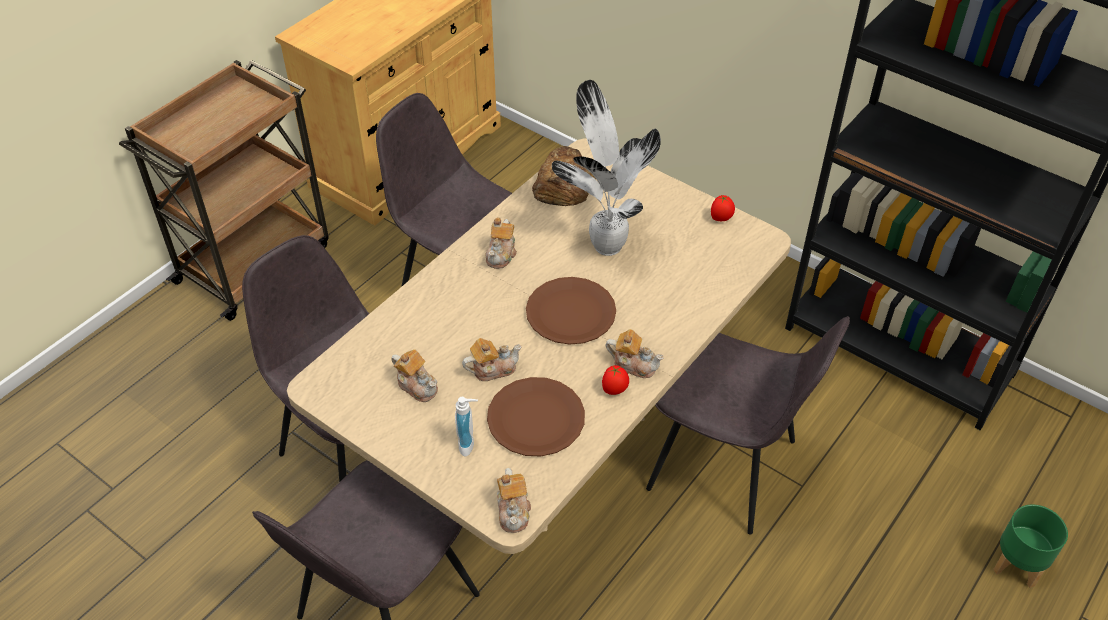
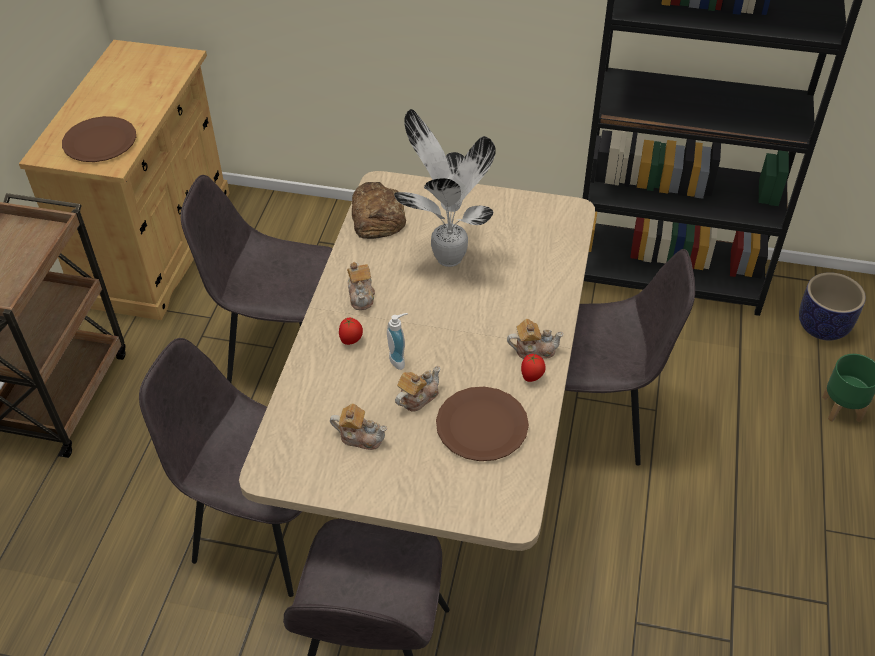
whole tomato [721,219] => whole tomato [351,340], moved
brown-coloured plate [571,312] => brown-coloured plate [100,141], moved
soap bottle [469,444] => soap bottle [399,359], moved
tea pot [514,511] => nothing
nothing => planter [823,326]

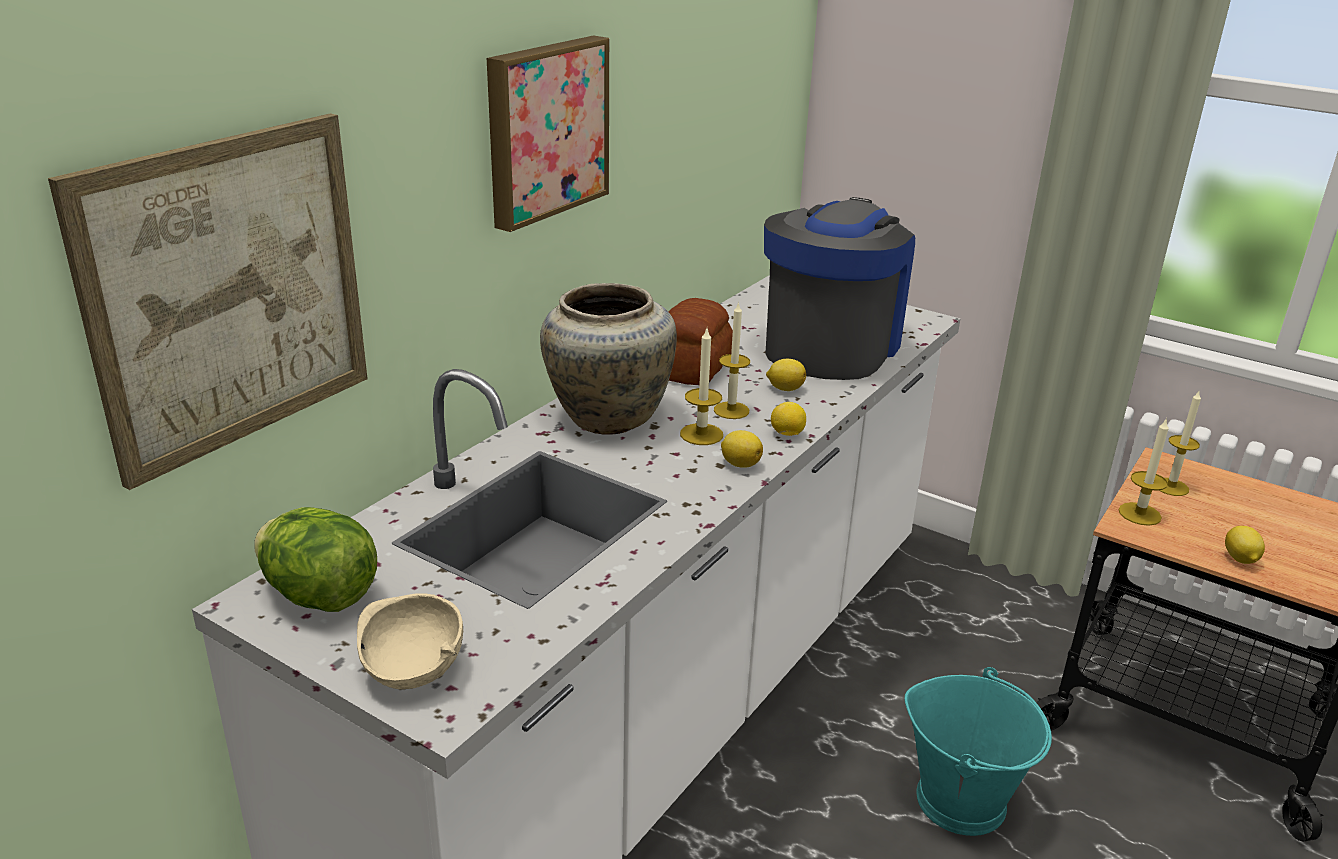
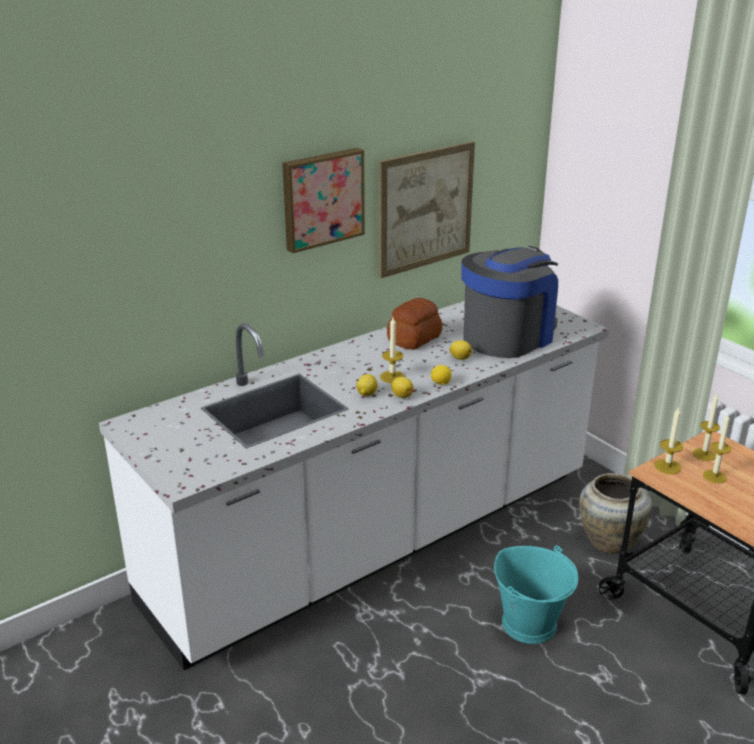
wall art [230,293] => wall art [425,208], moved
sand-coloured flower vase [607,416] => sand-coloured flower vase [609,540], moved
wax candle [731,410] => wax candle [714,476], moved
lettuce [320,596] => nothing
lemon [1240,559] => lemon [366,394], moved
sand-coloured bowl [413,671] => nothing

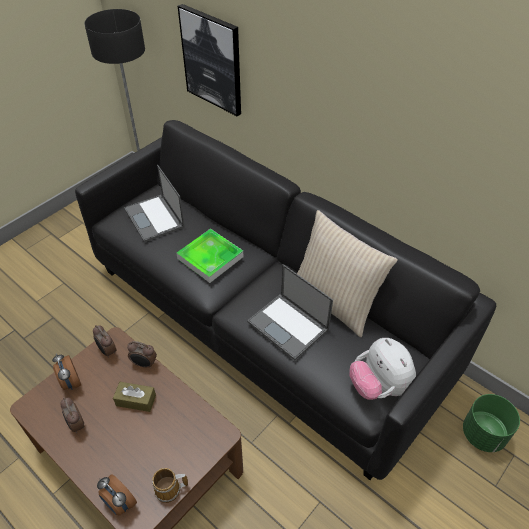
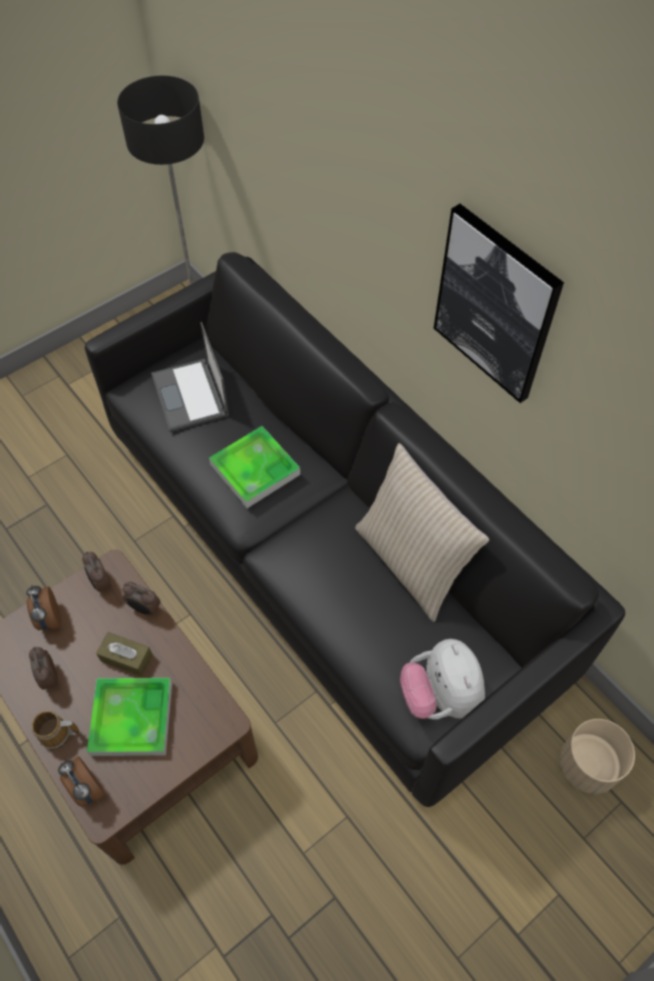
wall art [212,60] => wall art [495,305], moved
portable computer [289,326] => nothing
greenish planter [483,434] => sand-coloured planter [588,765]
mug [169,490] => mug [57,735], moved
nothing => tray [132,718]

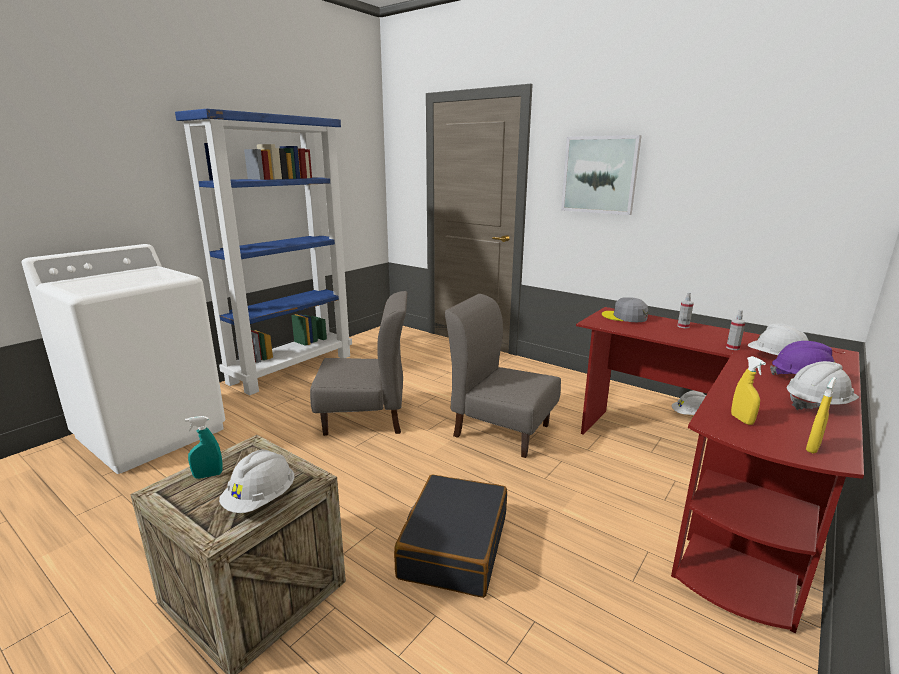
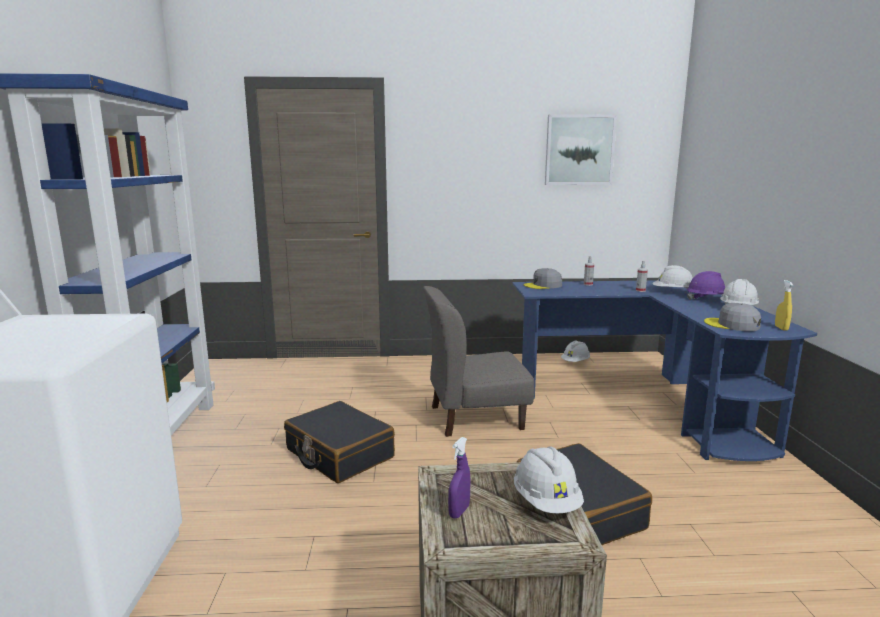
wall art [600,175] => wall art [579,150], moved
grey upright chair [365,418] => black-coloured suitcase [339,454]
reddish desk [708,487] => bluish desk [648,402]
yellow-coloured hand sprayer [742,420] => grey cap [732,325]
turquoise hand sprayer [208,475] => purplish hand sprayer [459,512]

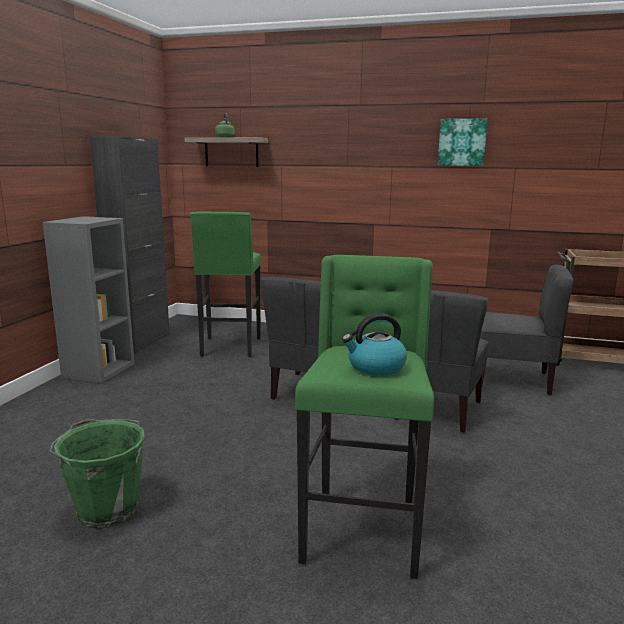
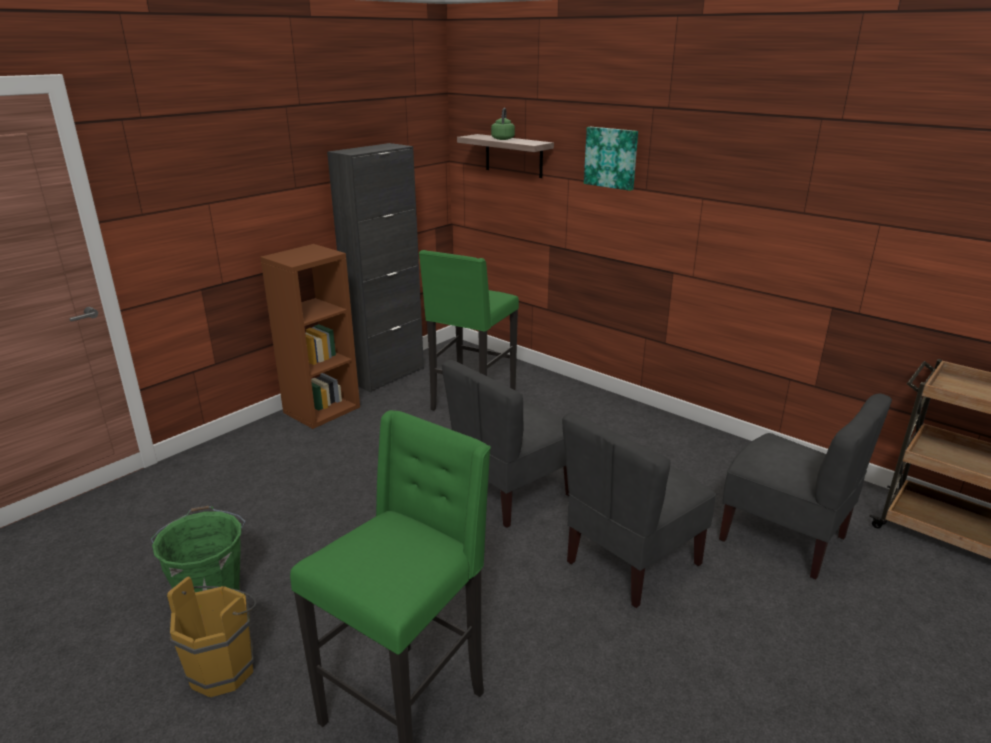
wall art [462,142] => wall art [611,158], moved
grey shelving unit [98,370] => brown-coloured shelving unit [322,409]
kettle [375,367] => nothing
nothing => brown-coloured bucket [226,667]

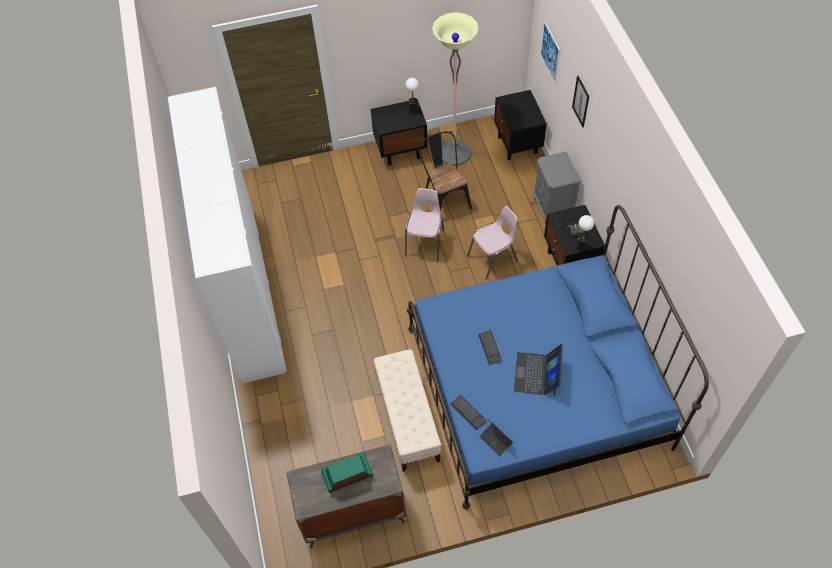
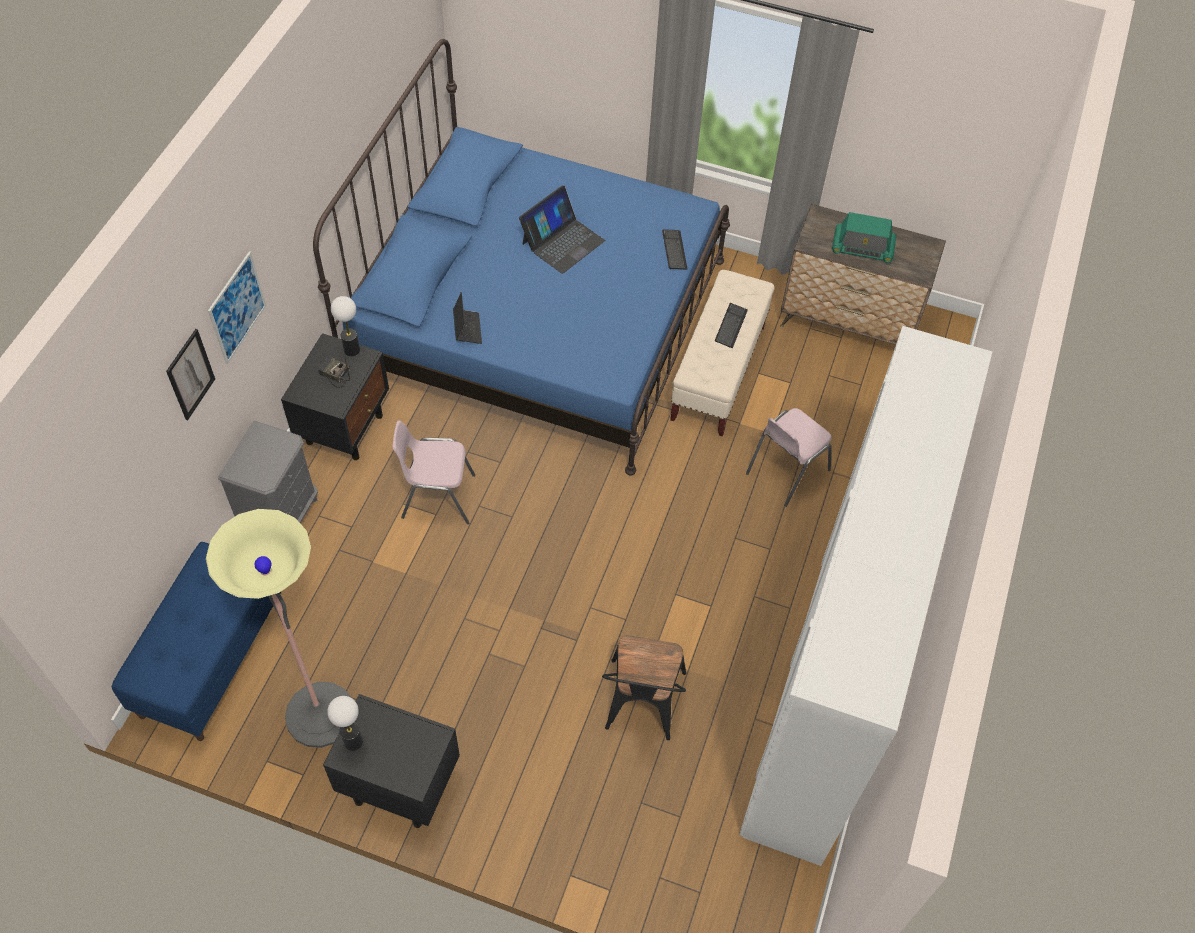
wall art [550,52] => wall art [237,307], moved
black-coloured bedside table [517,145] => bluish bench [210,658]
black-coloured upright chair [444,198] => black-coloured upright chair [641,707], moved
pink-coloured upright chair [425,243] => pink-coloured upright chair [786,471], moved
computer keyboard [490,348] => computer keyboard [731,326], moved
portable computer [496,440] => portable computer [467,329], moved

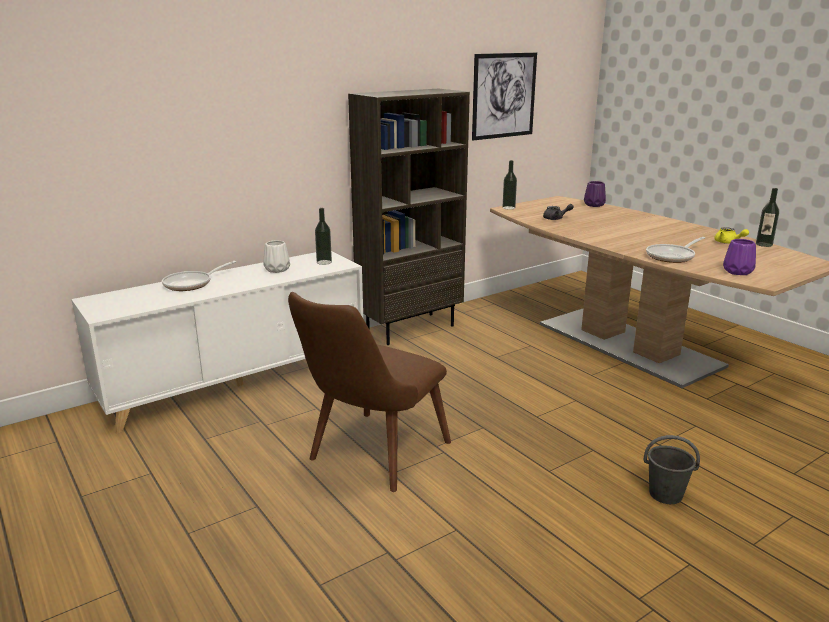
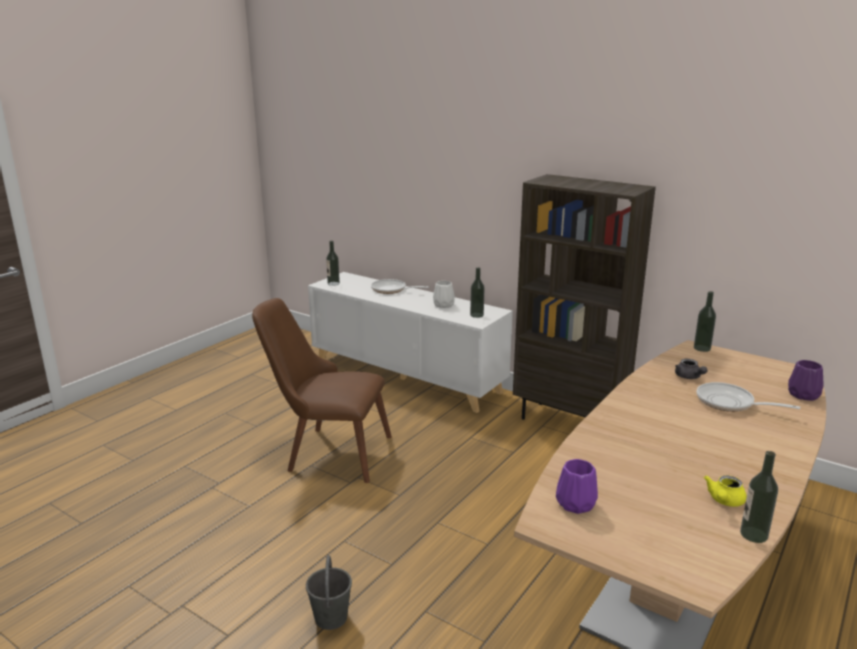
wall art [504,96] => nothing
skillet [672,256] => skillet [730,403], moved
nothing => beverage bottle [333,283]

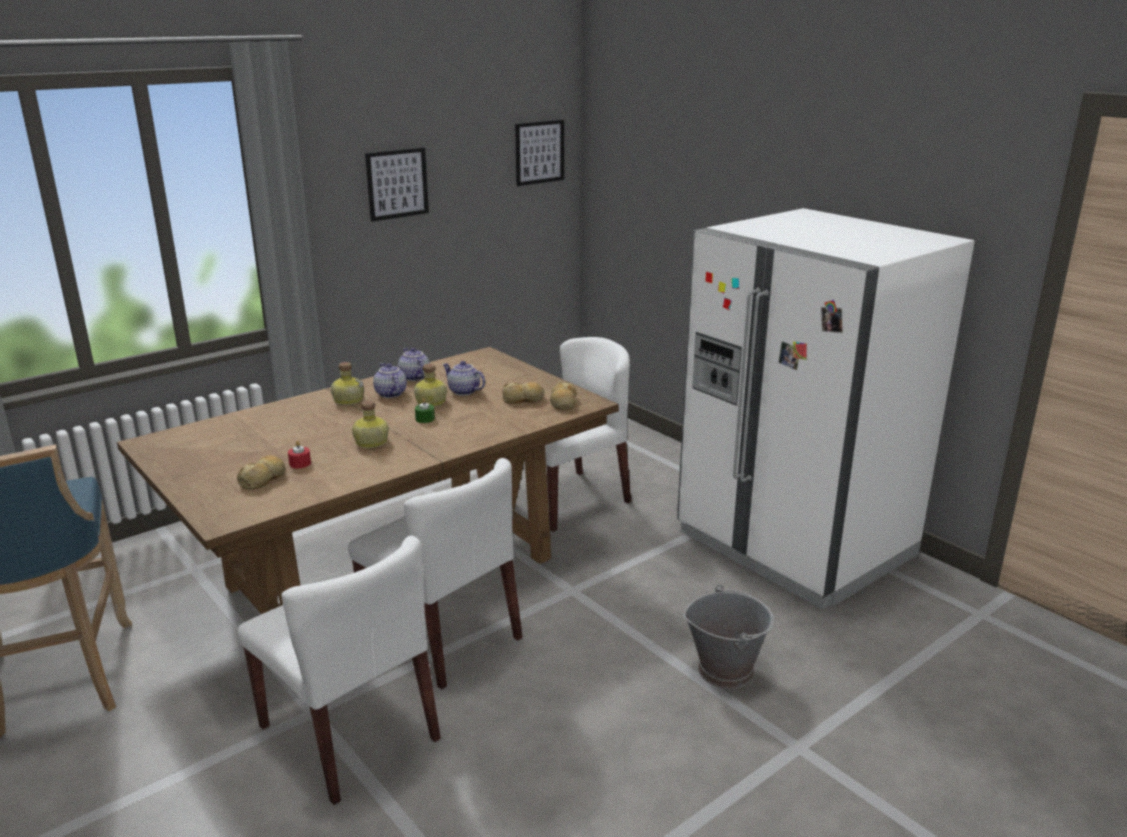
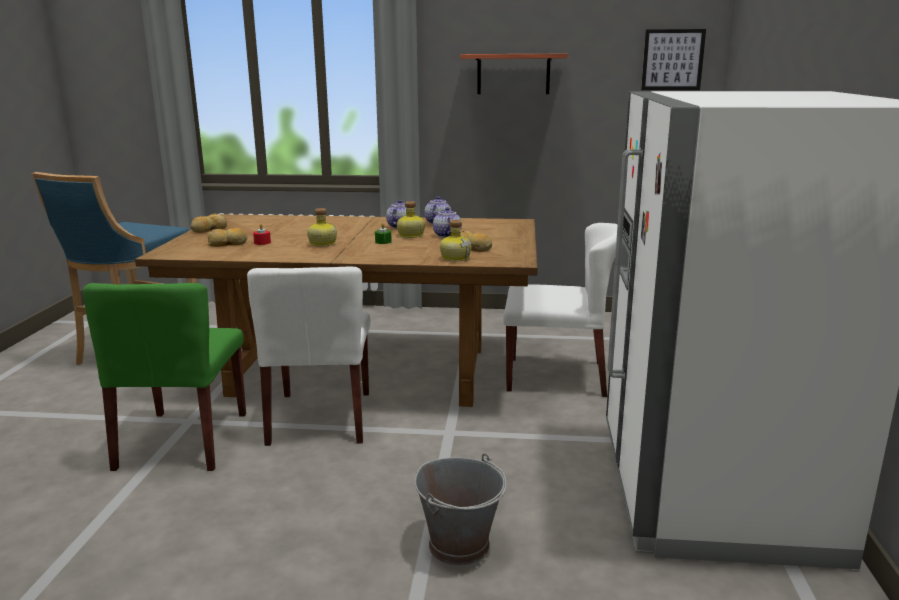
wall art [397,184] => wall shelf [513,74]
beverage bottle [347,400] => beverage bottle [455,258], moved
bread [563,403] => bread [208,229], moved
white-coloured upright chair [350,733] => greenish upright chair [183,441]

